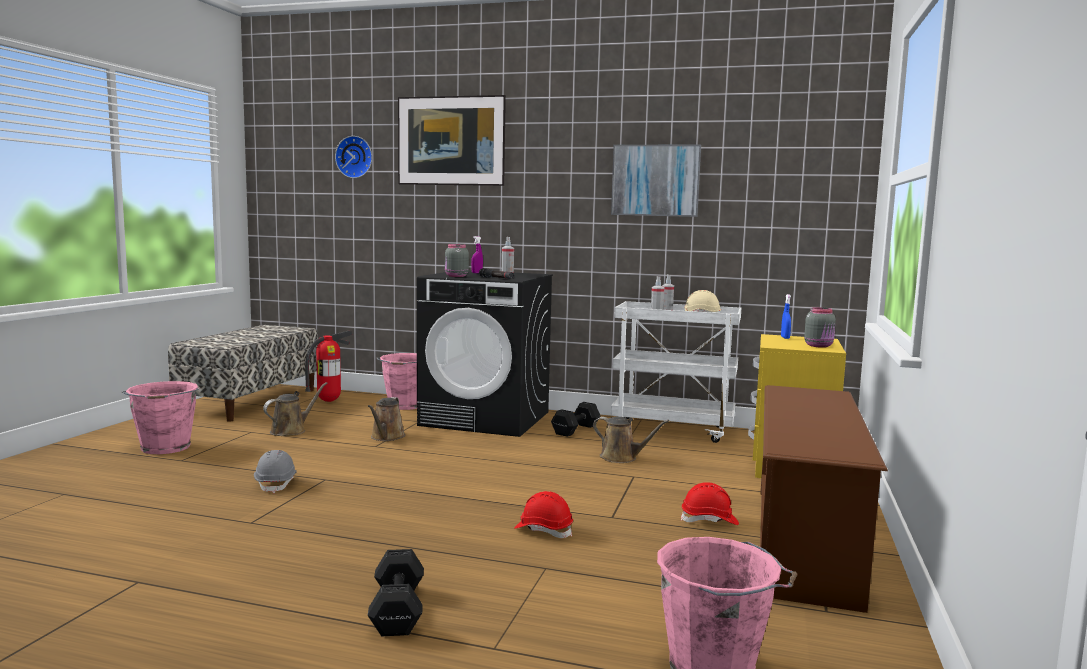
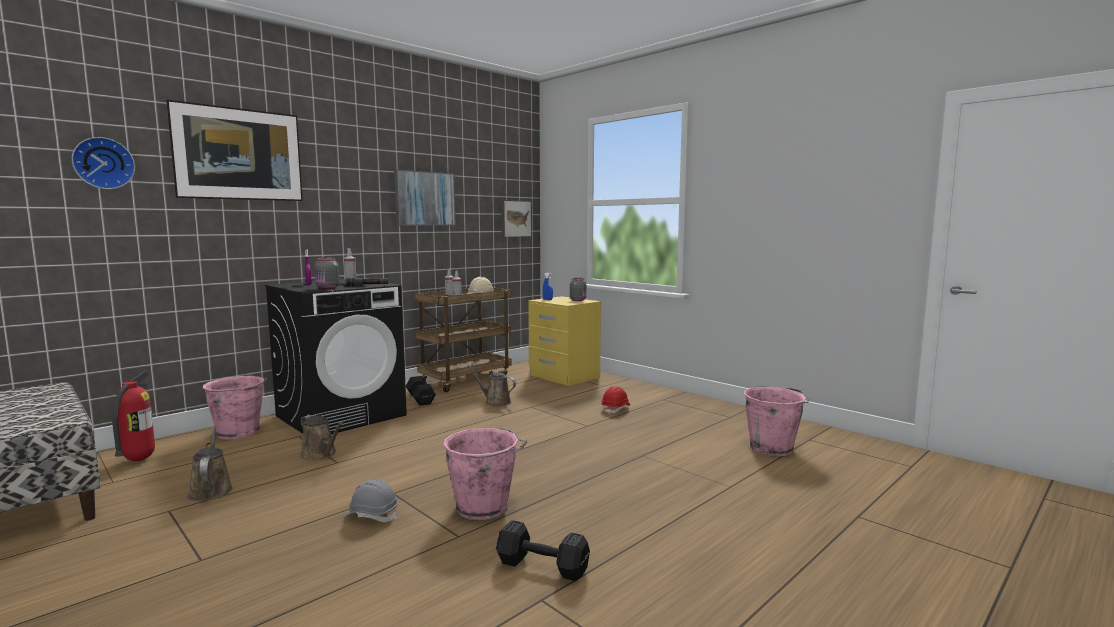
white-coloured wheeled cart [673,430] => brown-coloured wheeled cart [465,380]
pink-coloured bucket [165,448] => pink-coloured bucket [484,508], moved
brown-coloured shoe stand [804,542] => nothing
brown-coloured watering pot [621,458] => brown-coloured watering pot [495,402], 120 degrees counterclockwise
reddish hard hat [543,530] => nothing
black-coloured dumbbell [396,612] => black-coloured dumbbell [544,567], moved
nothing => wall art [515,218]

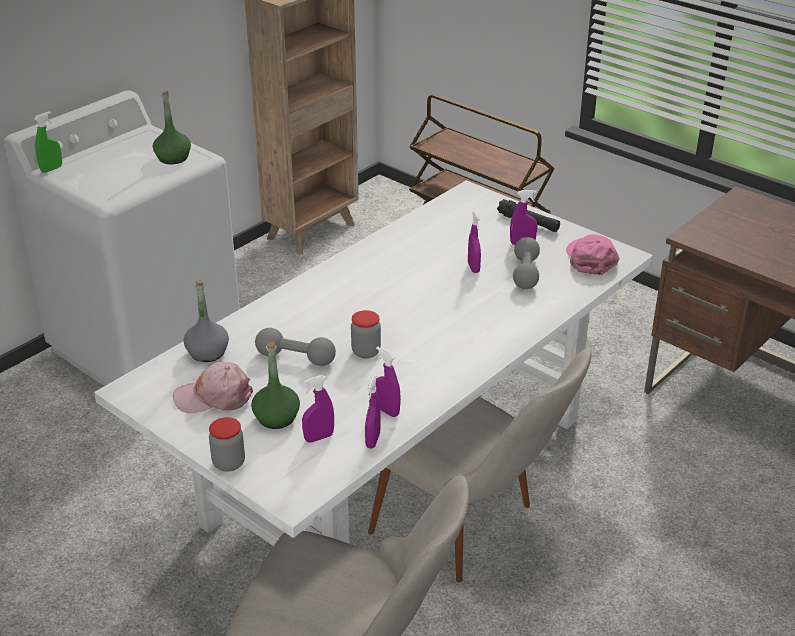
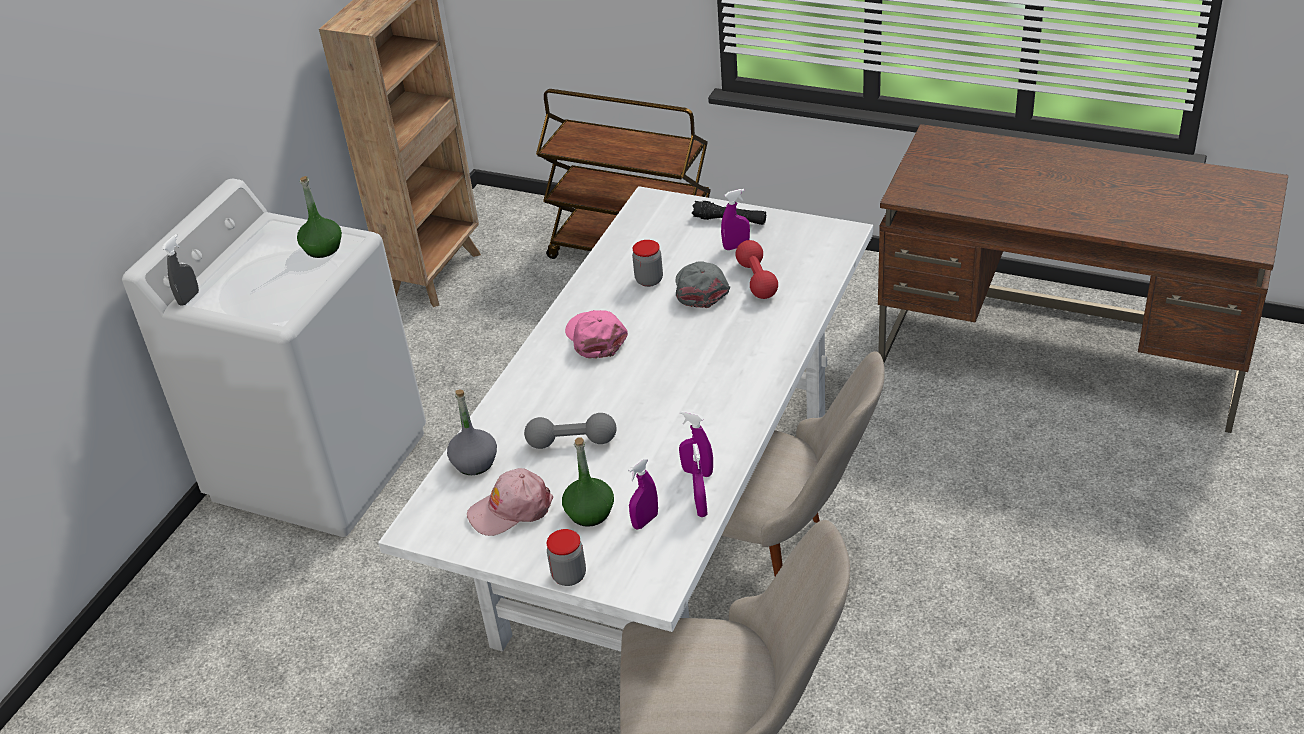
greenish hand sprayer [52,169] => grey hand sprayer [189,298]
purplish hand sprayer [473,268] => grey cap [700,288]
pink-coloured cap [590,259] => pink-coloured cap [595,338], moved
grey dumbbell [525,273] => reddish dumbbell [757,280]
jar [366,352] => jar [649,280], moved

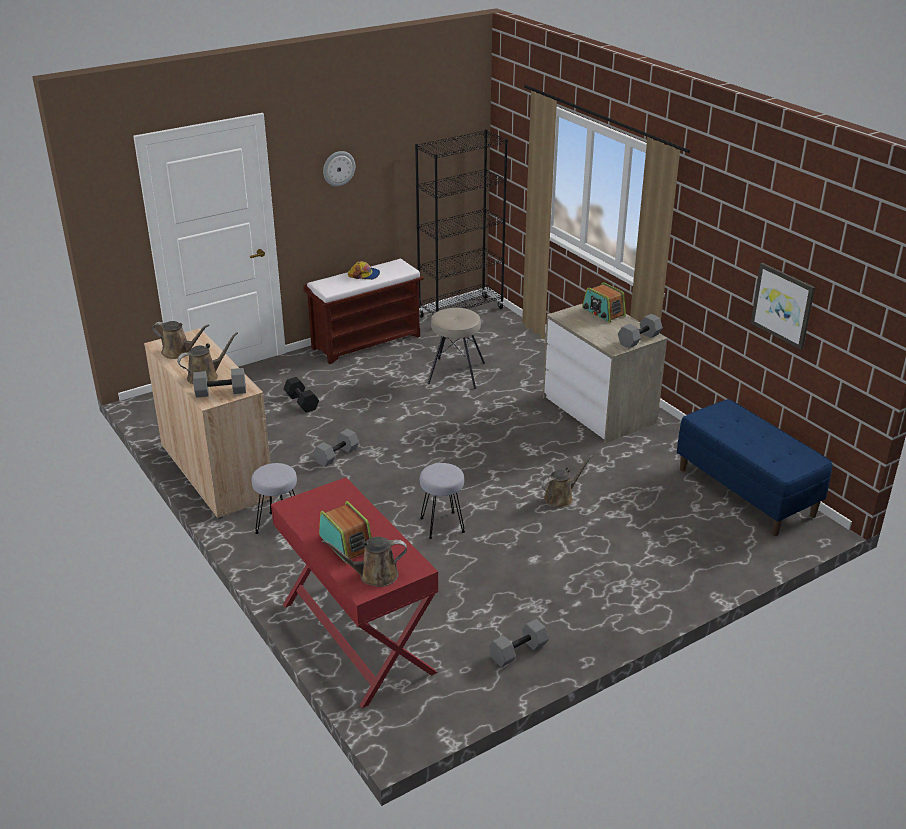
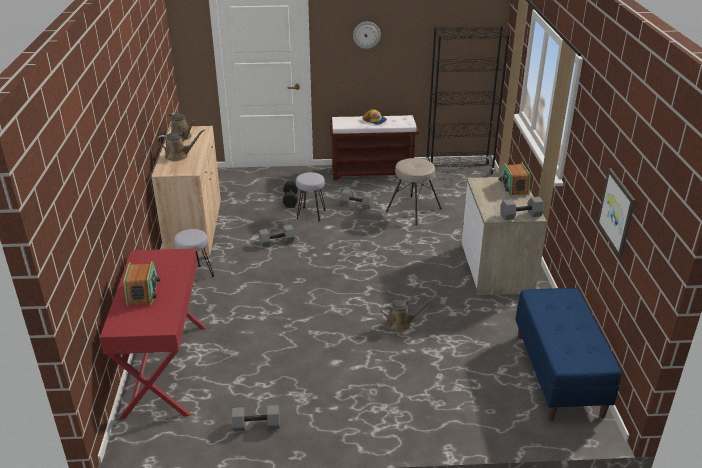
grey dumbbell [221,391] => grey dumbbell [357,205], moved
grey sitting stool [442,525] => grey sitting stool [311,214], moved
brown-coloured watering pot [374,575] => nothing

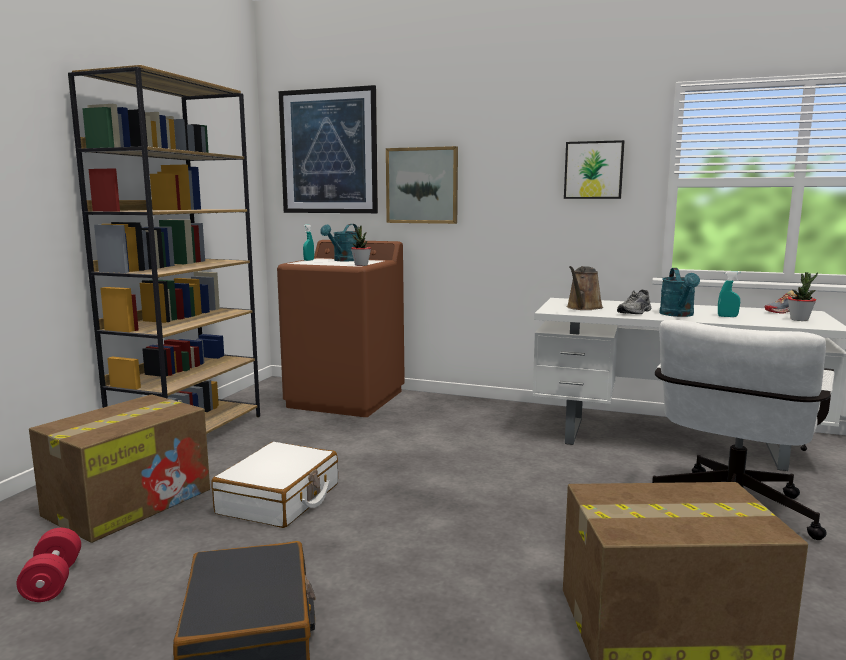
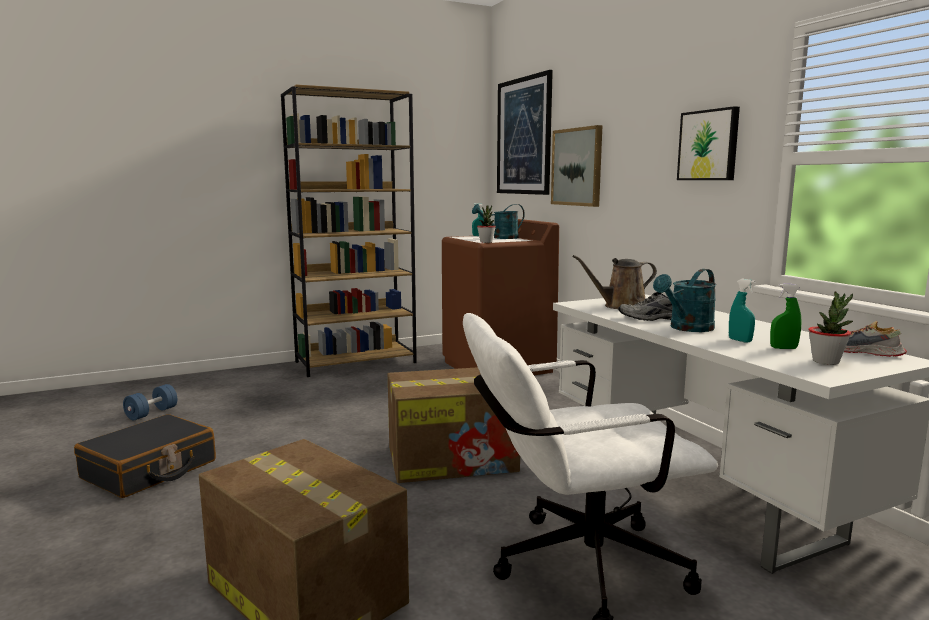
packing box [130,501] => packing box [453,459], moved
white-coloured suitcase [280,499] => nothing
reddish dumbbell [53,581] => bluish dumbbell [152,413]
nothing => greenish hand sprayer [783,348]

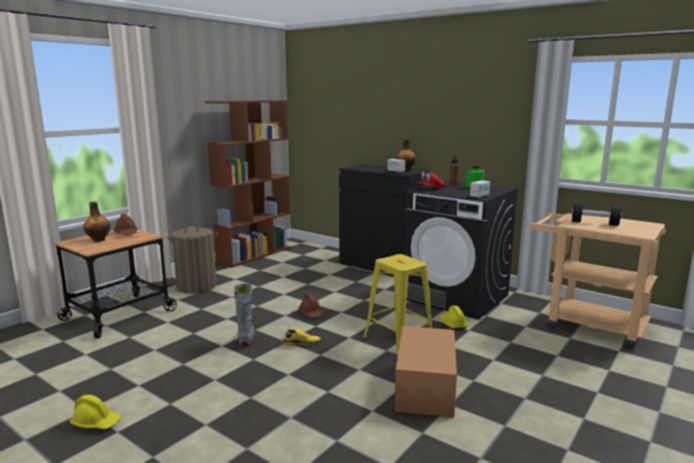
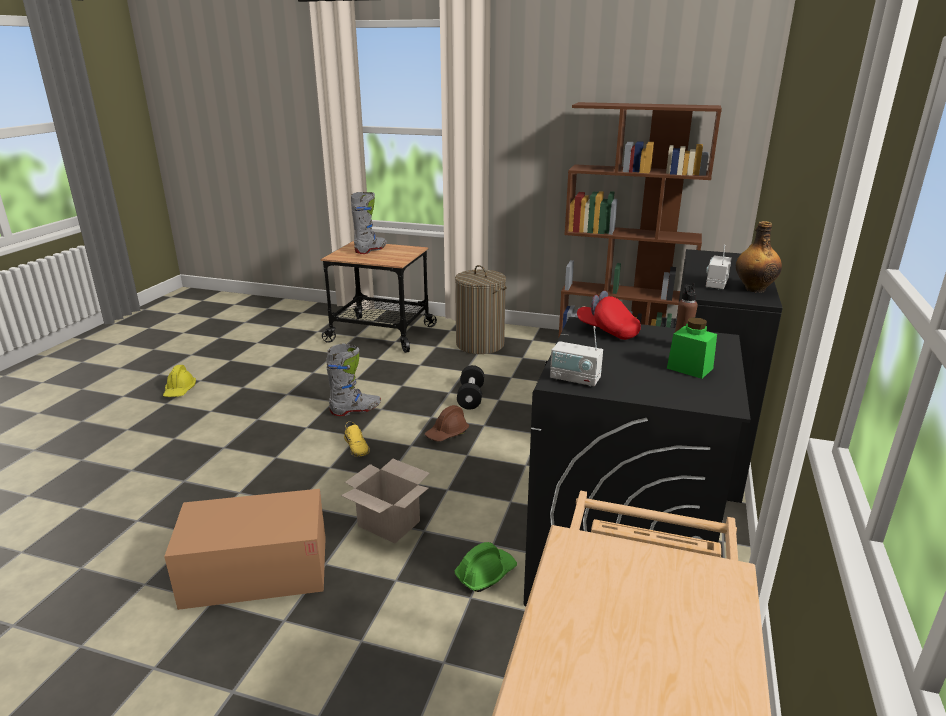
beverage bottle [98,240] => grey boot [371,250]
black-coloured dumbbell [594,223] => black-coloured dumbbell [470,397], moved
brown-coloured hard hat [126,233] => nothing
yellow-coloured sitting stool [398,341] => packing box [390,523]
yellow-coloured hard hat [453,324] => greenish hard hat [485,574]

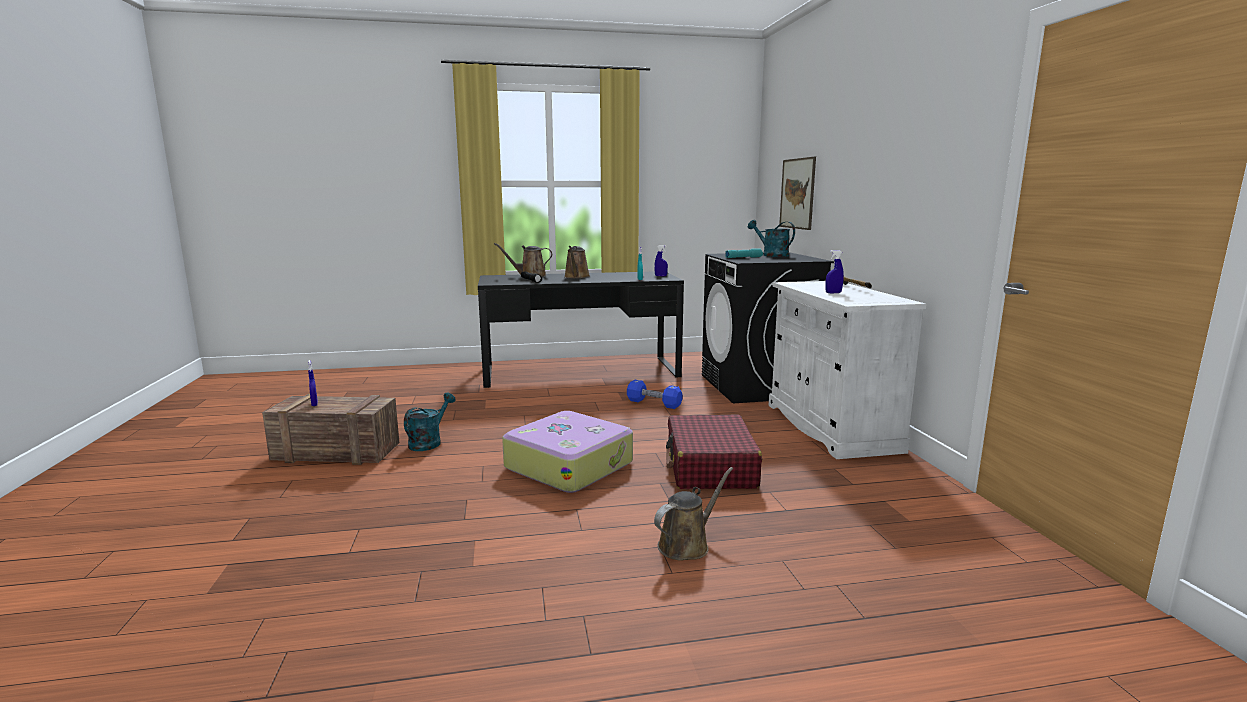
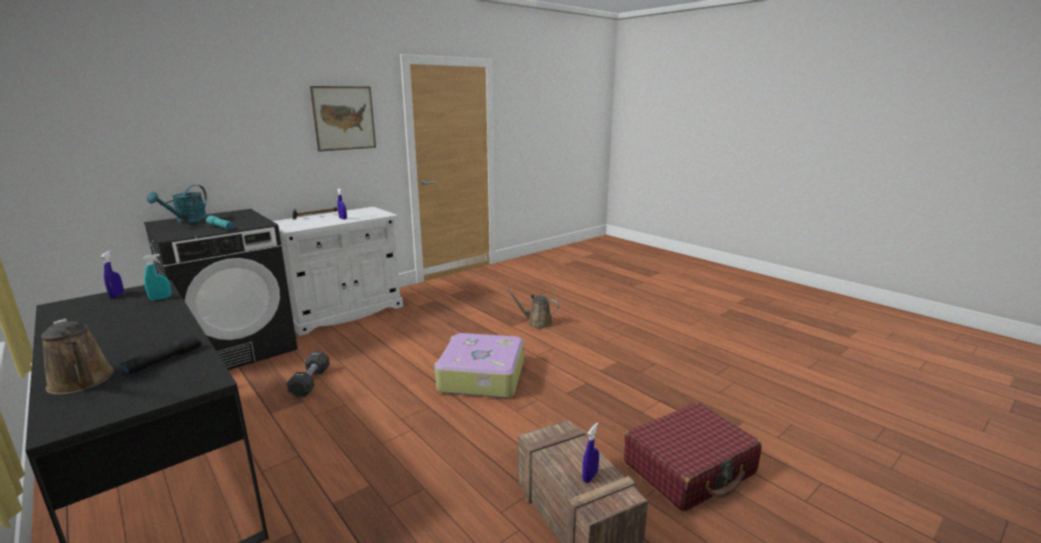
wall art [797,193] => wall art [344,118], moved
brown-coloured watering pot [576,277] => nothing
bluish dumbbell [654,403] => black-coloured dumbbell [310,382]
turquoise watering pot [429,442] => nothing
reddish suitcase [710,467] => reddish suitcase [689,468], moved

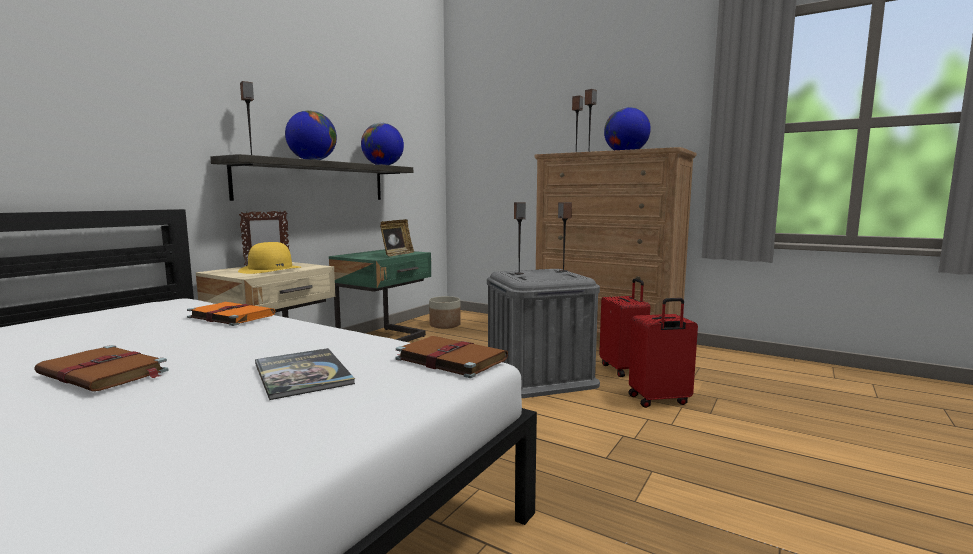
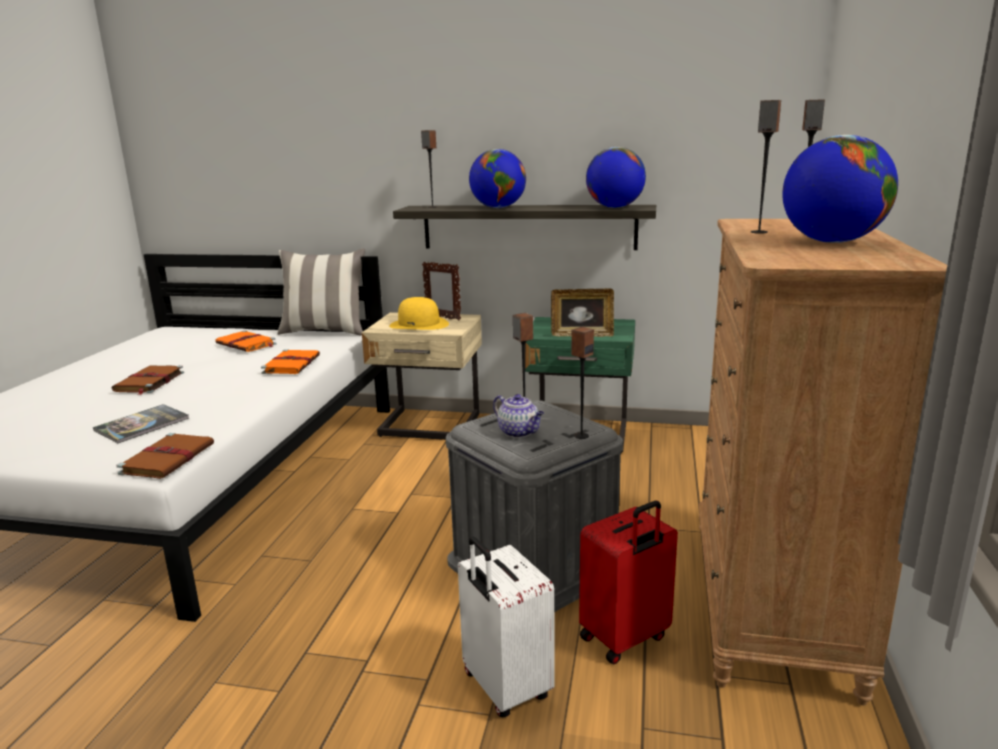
planter [445,325] => nothing
reddish suitcase [659,400] => white-coloured suitcase [504,688]
nothing => cushion [325,332]
nothing => orange volume [247,344]
nothing => tea pot [519,432]

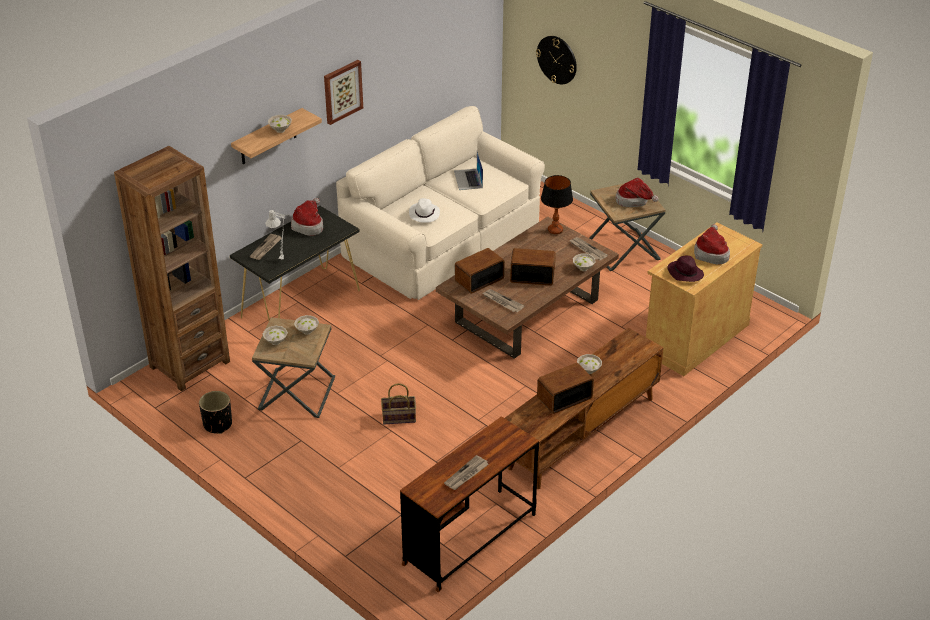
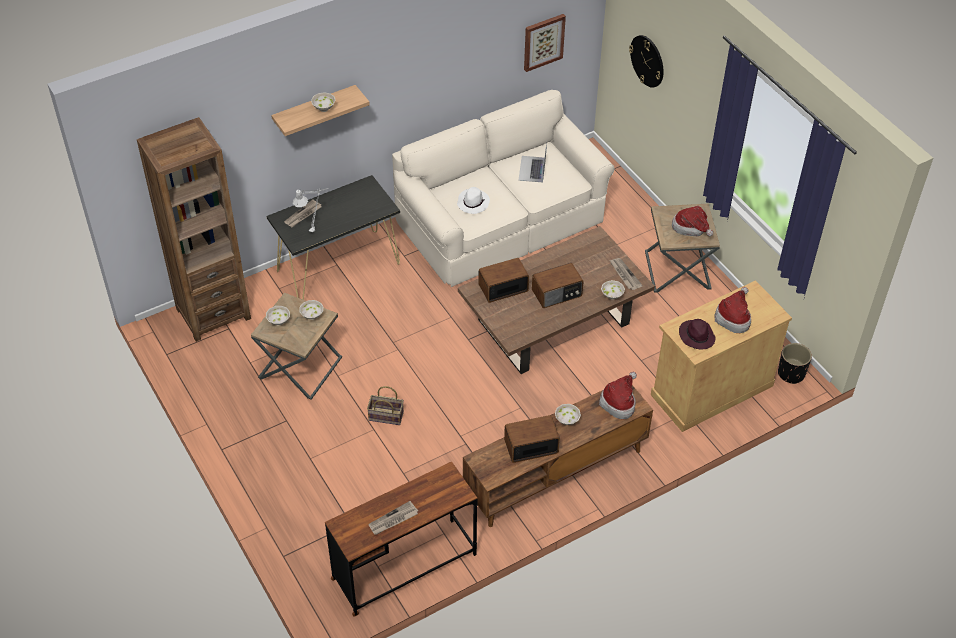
wall art [342,91] => wall art [543,41], moved
tabletop lamp [555,230] => nothing
clothing hat [309,225] => clothing hat [619,402], moved
radio [532,275] => radio [557,294], 135 degrees clockwise
printed paper [502,302] => nothing
black-coloured planter [217,424] => black-coloured planter [791,373], moved

